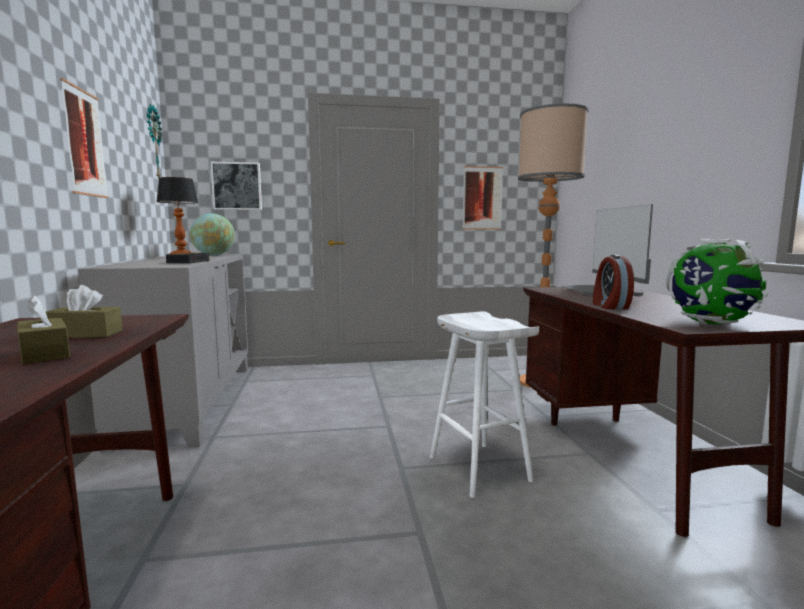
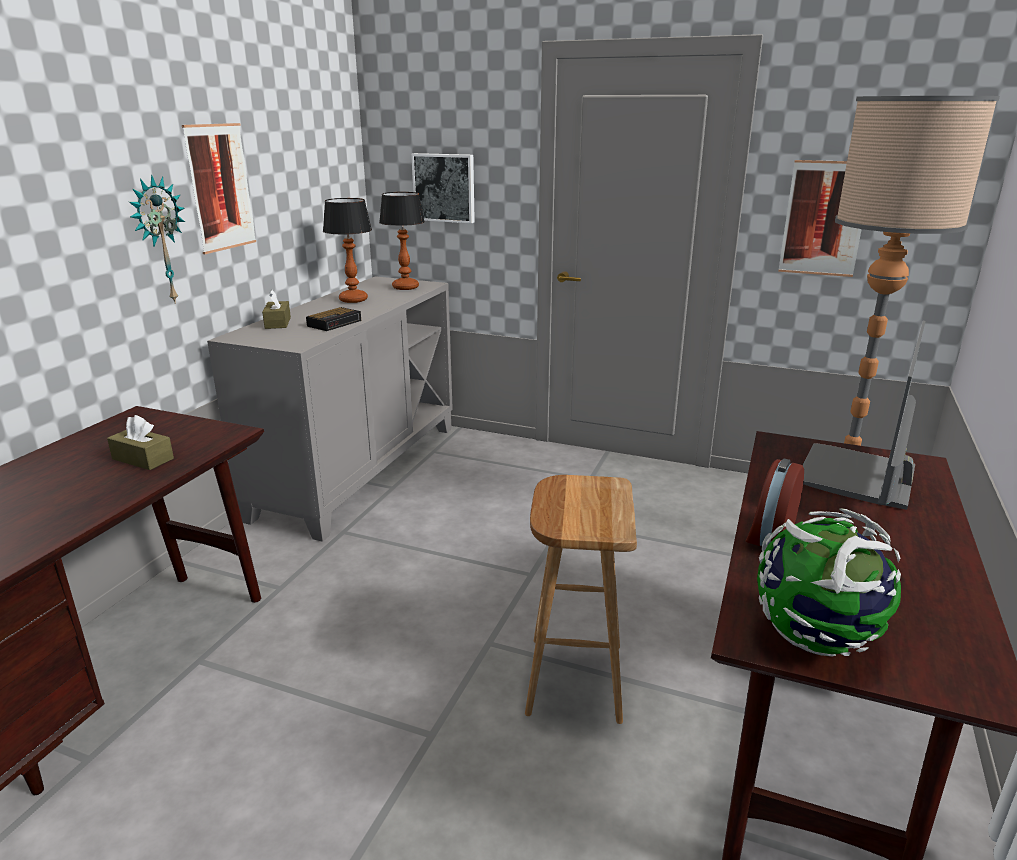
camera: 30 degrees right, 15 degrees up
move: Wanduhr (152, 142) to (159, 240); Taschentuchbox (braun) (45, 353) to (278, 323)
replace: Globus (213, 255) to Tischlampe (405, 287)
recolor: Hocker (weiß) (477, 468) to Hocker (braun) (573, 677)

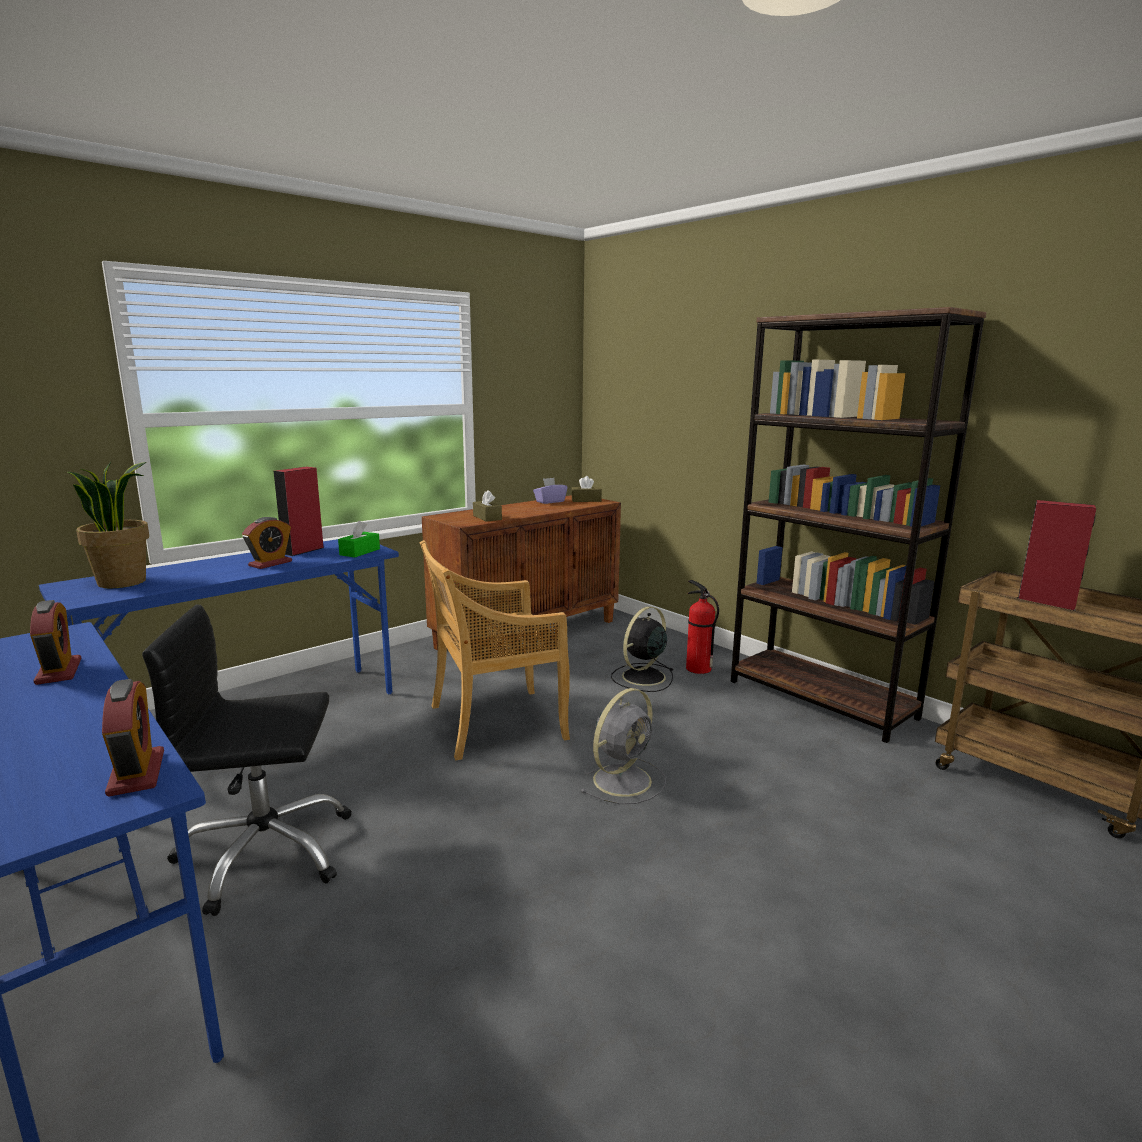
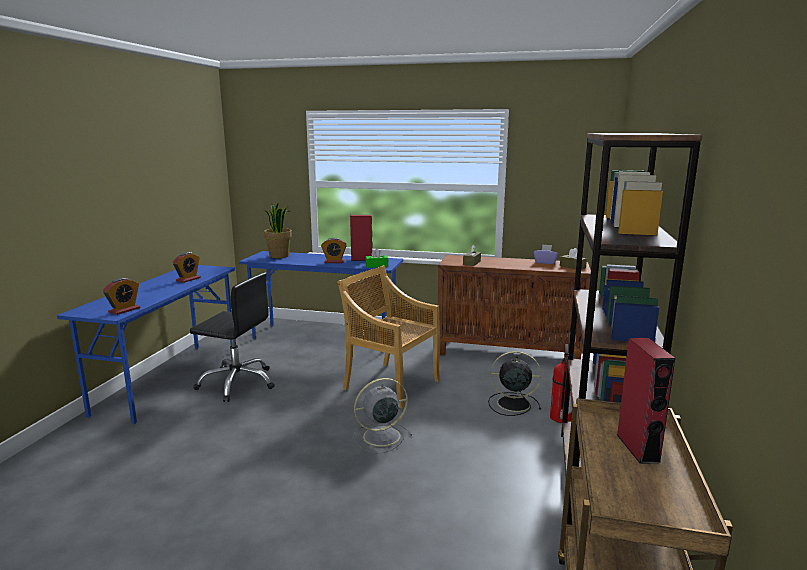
camera: 55 degrees right, 0 degrees up
rotate: Bürostuhl (schwarz) (265, 853) = (237, 383) 150 degrees clockwise; Ventilator (grau) (624, 779) = (380, 437) 150 degrees clockwise

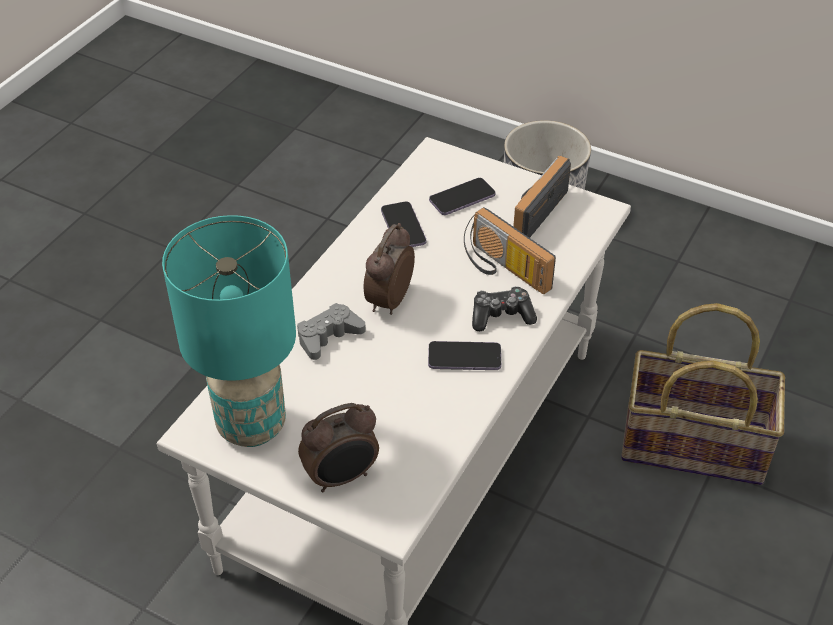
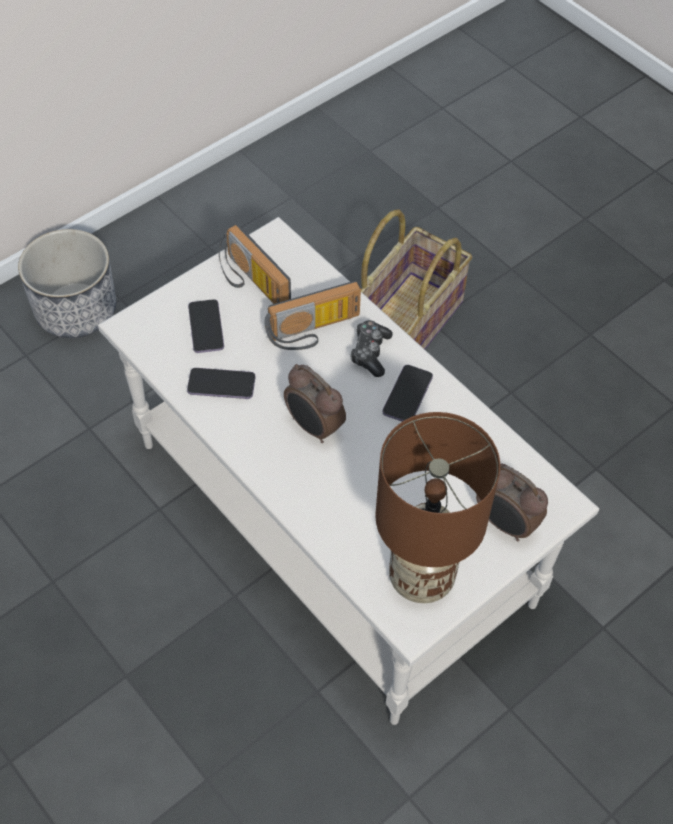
camera: 70 degrees left, 10 degrees up
delete: Gamepad (grau) (328, 336)
recolor: Tischlampe (türkis) (253, 425) to Tischlampe (braun) (422, 576)
rotate: Wecker (342, 477) = (505, 524) 135 degrees clockwise

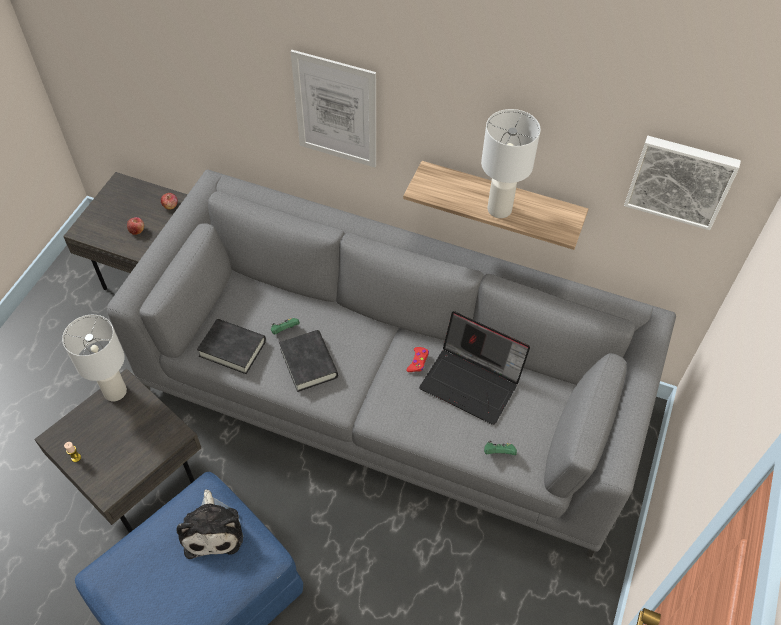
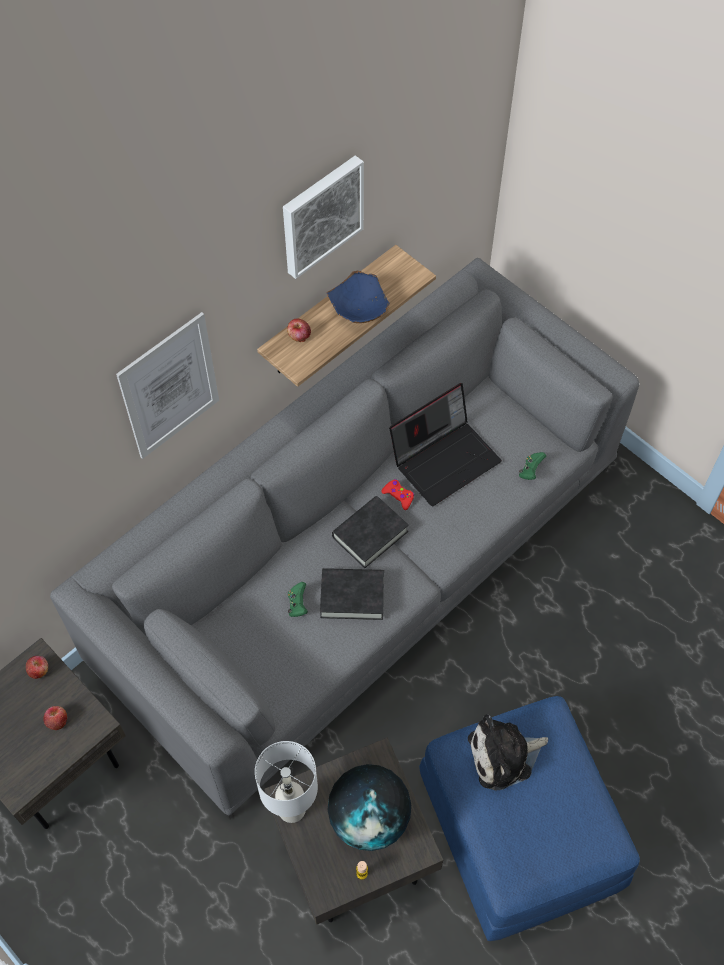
camera: 65 degrees left, 5 degrees up
insert: Apfel (299, 336); Globus (369, 818)
move: Bild (680, 180) to (320, 215); Buch (schwarz) (232, 349) to (370, 534)
replace: Tischlampe (weiß) (500, 209) to Schüssel (blau) (360, 311)
rotate: Plüschtier (212, 529) = (504, 756) 150 degrees clockwise

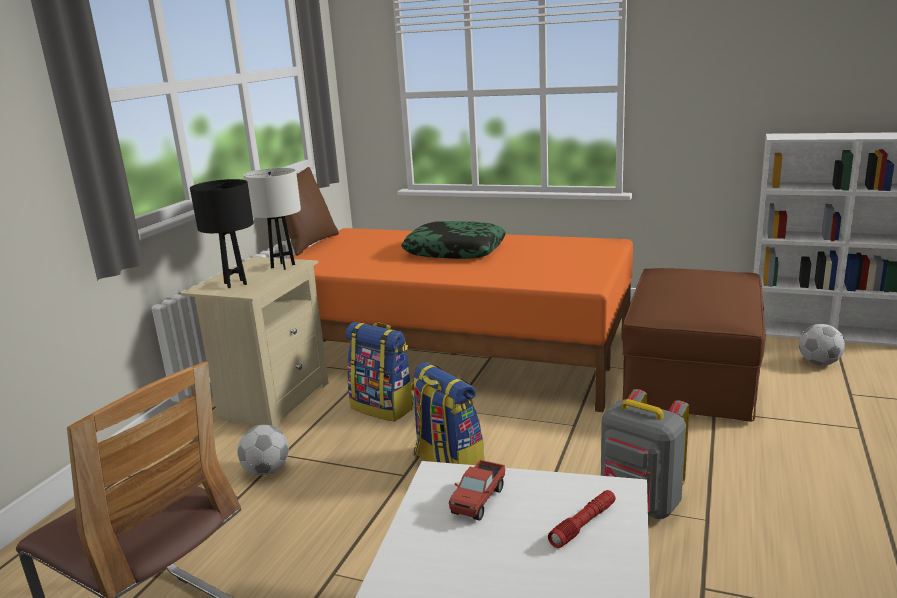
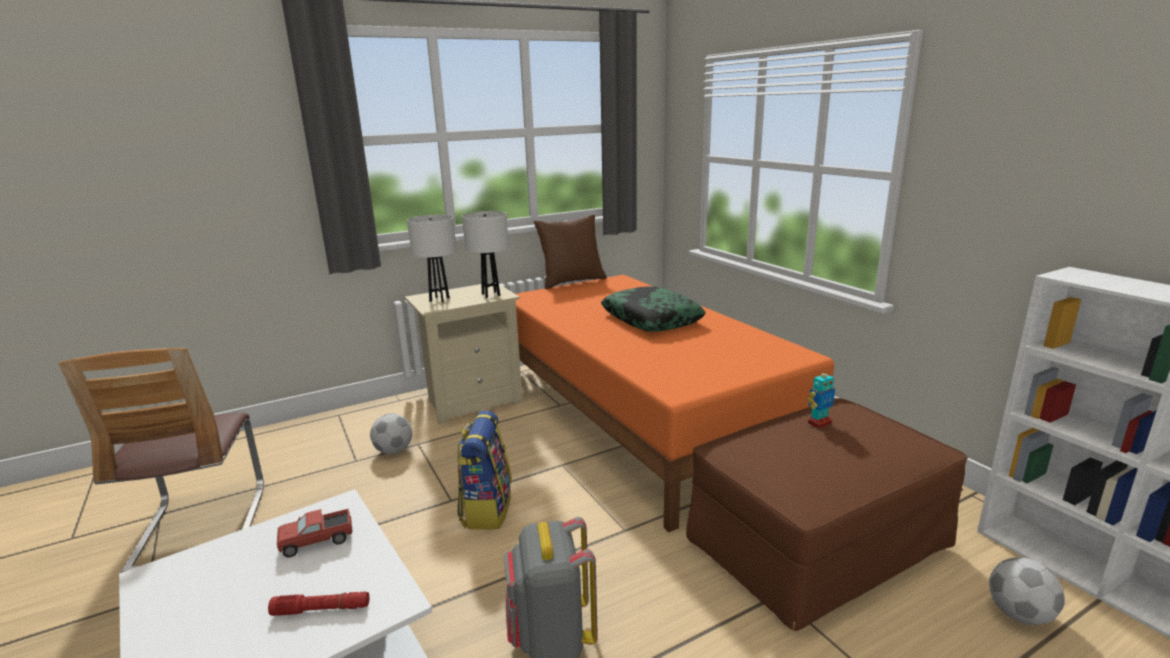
camera: 40 degrees right, 0 degrees up
delete: Rucksack (383, 407)
insert: Spielzeugroboter (819, 423)
recolor: Tischlampe (schwarz) (235, 284) to Tischlampe (weiß) (439, 299)

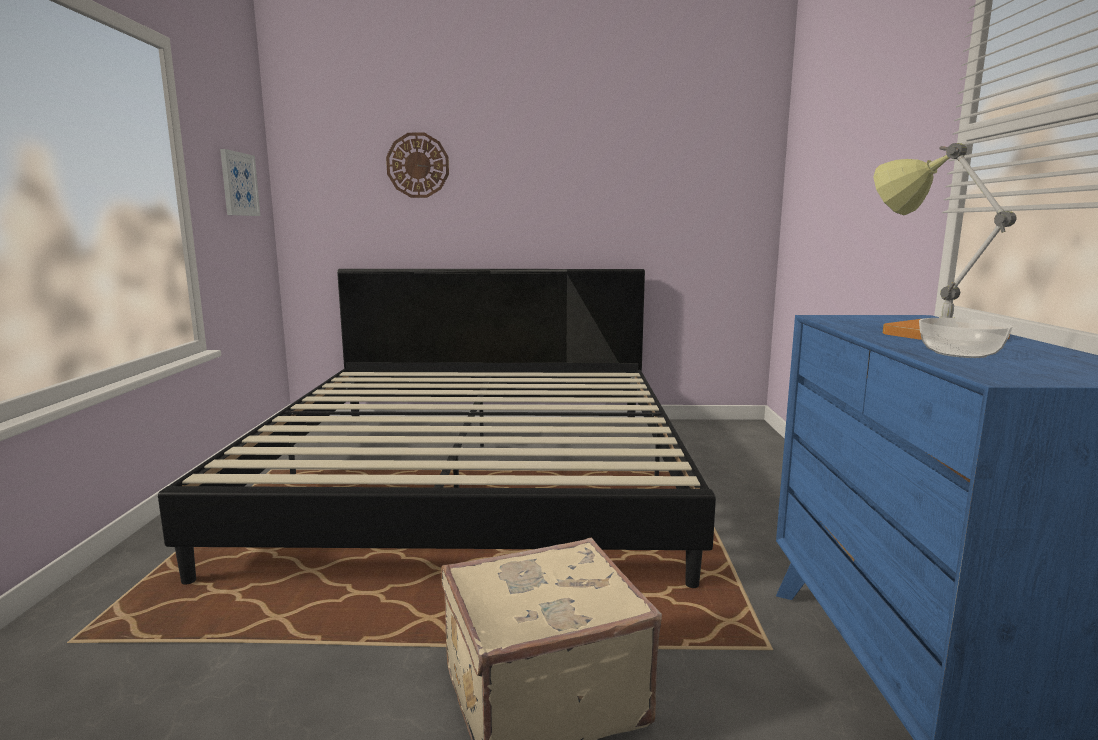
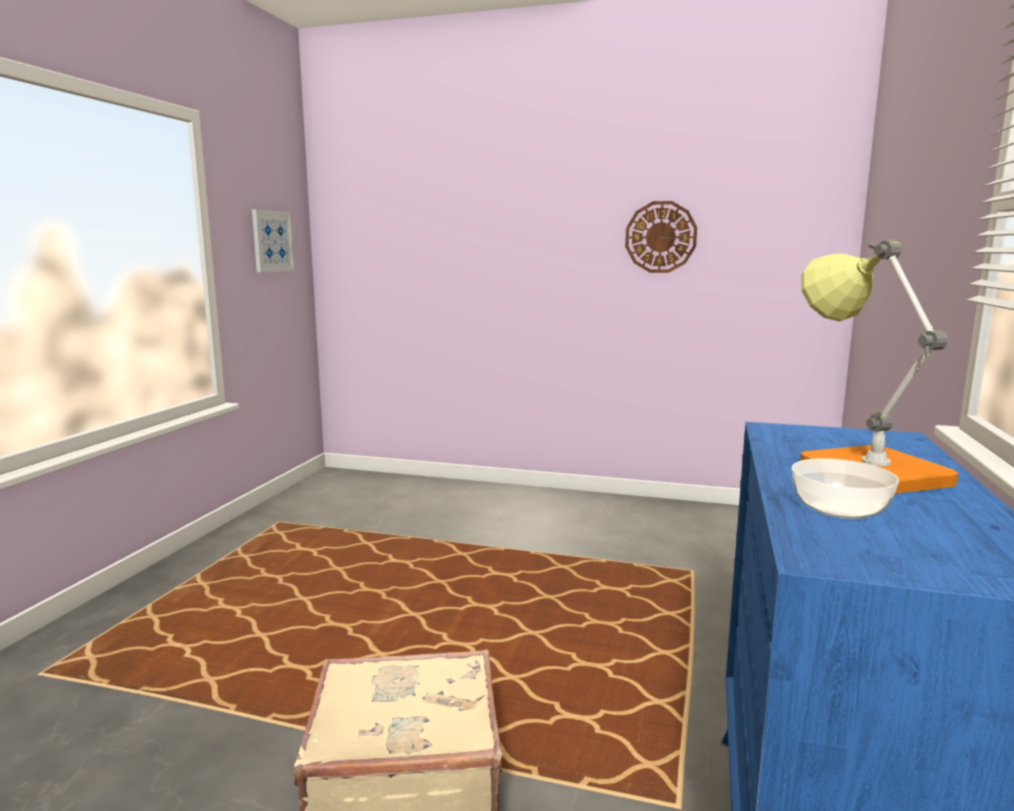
camera: 15 degrees right, 0 degrees up
delete: Bett (475, 478)
move: Wanduhr (418, 165) to (660, 237)

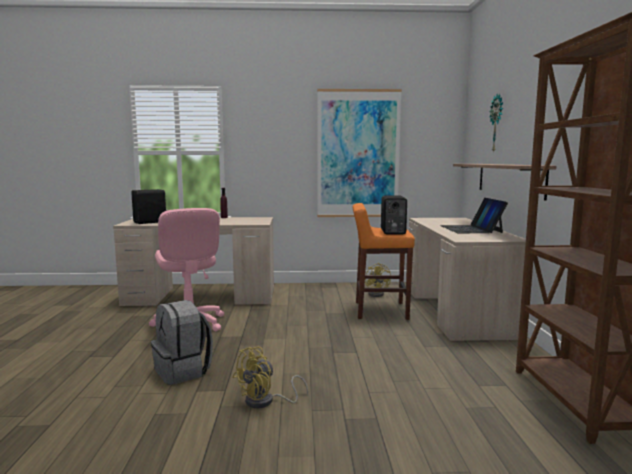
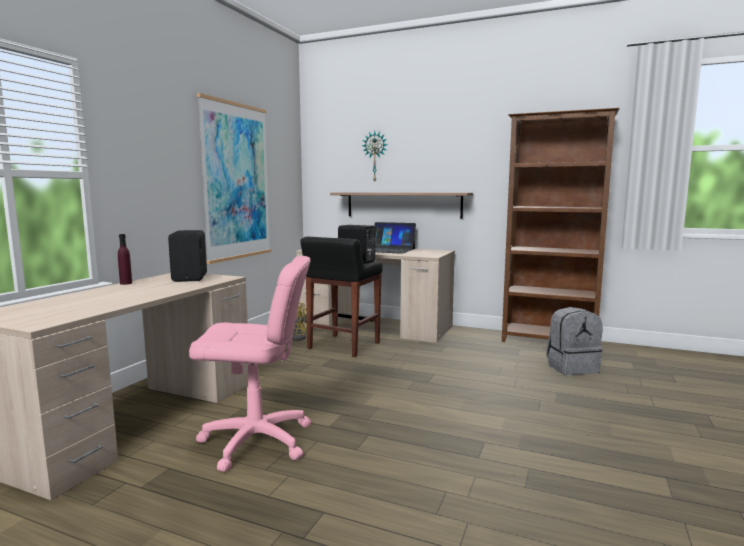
camera: 65 degrees left, 0 degrees up
delete: Ventilator (gelb) (265, 402)
move: Lautsprecher (schwarz) (150, 222) to (191, 278); Rucksack (grau) (183, 371) to (571, 367)
recolor: Hocker (orange) (379, 310) to Hocker (schwarz) (343, 346)

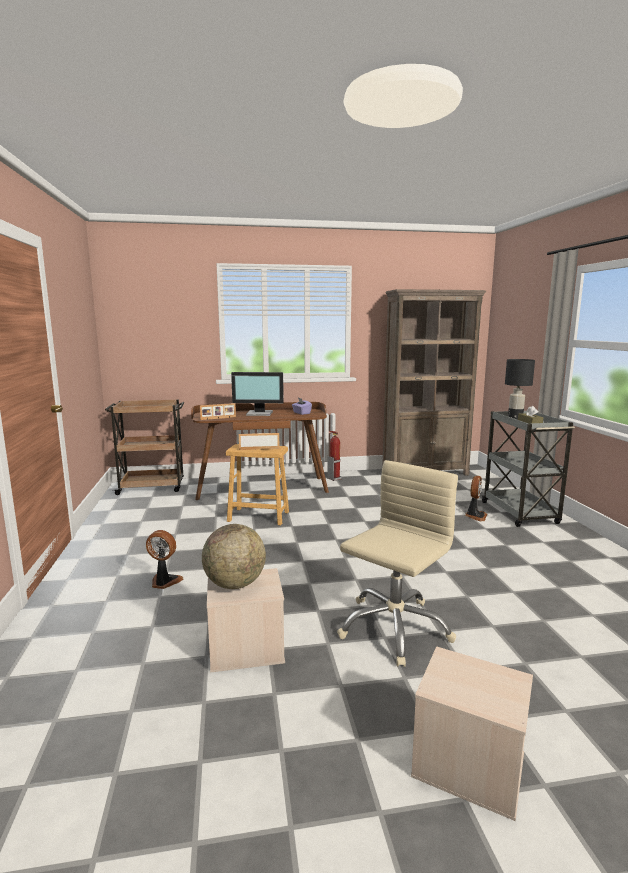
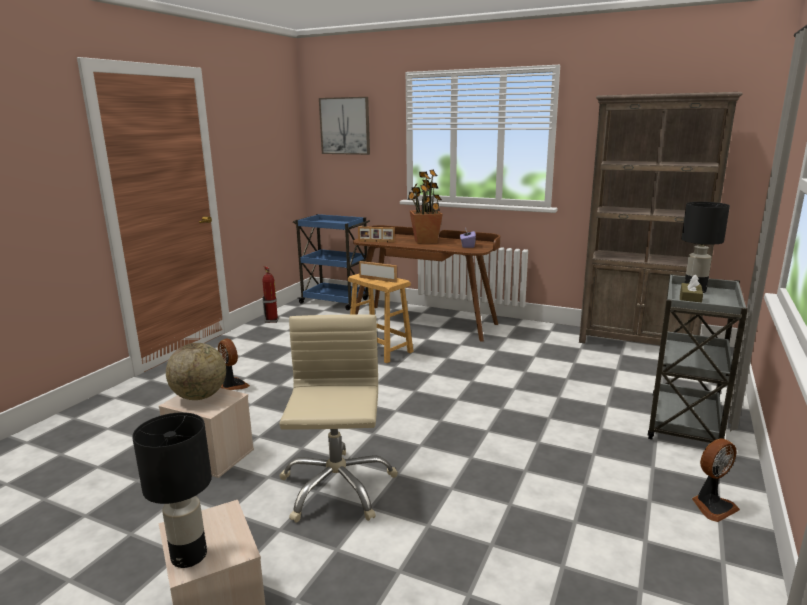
camera: 35 degrees right, 5 degrees up
insert: Tischlampe (schwarz) (189, 556); Bild (345, 126)
move: Feuerlöscher (334, 478) to (272, 320); Ventilator (475, 516) to (712, 506)
replace: Monitor (260, 413) to Topfpflanze (425, 241)
recolor: Rollwagen (braun) (152, 487) to Rollwagen (blau) (335, 301)
rotate: Bürostuhl (beige) (394, 627) = (336, 487) 75 degrees counterclockwise

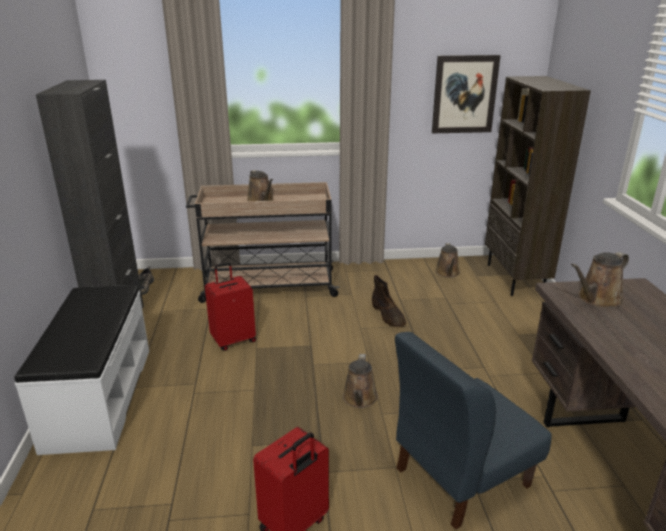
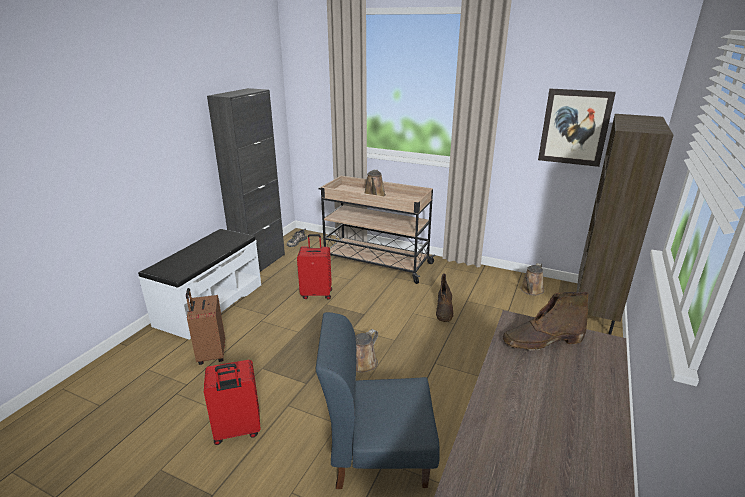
camera: 30 degrees right, 0 degrees up
insert: Koffer (braun) (211, 354)
replace: Gießkanne (braun) (597, 299) to Stiefel (braun) (542, 341)

